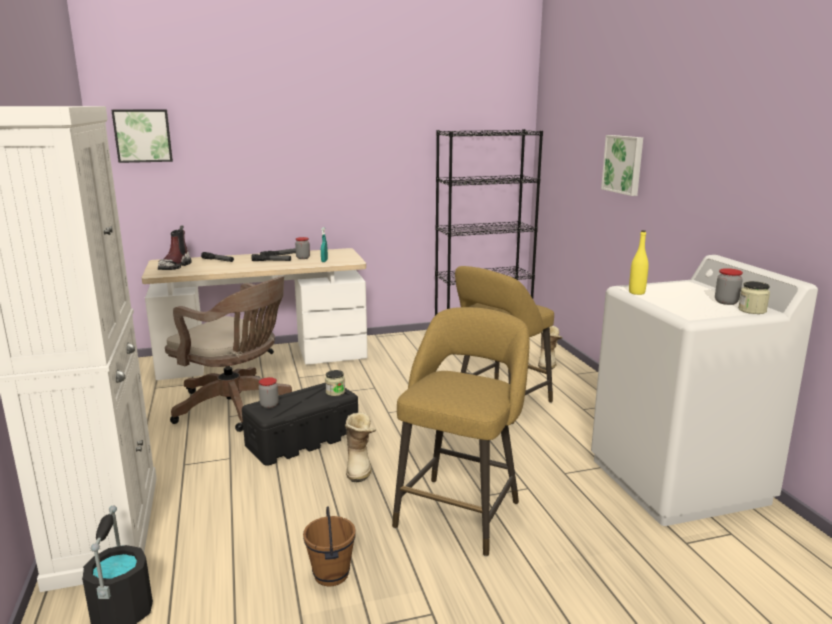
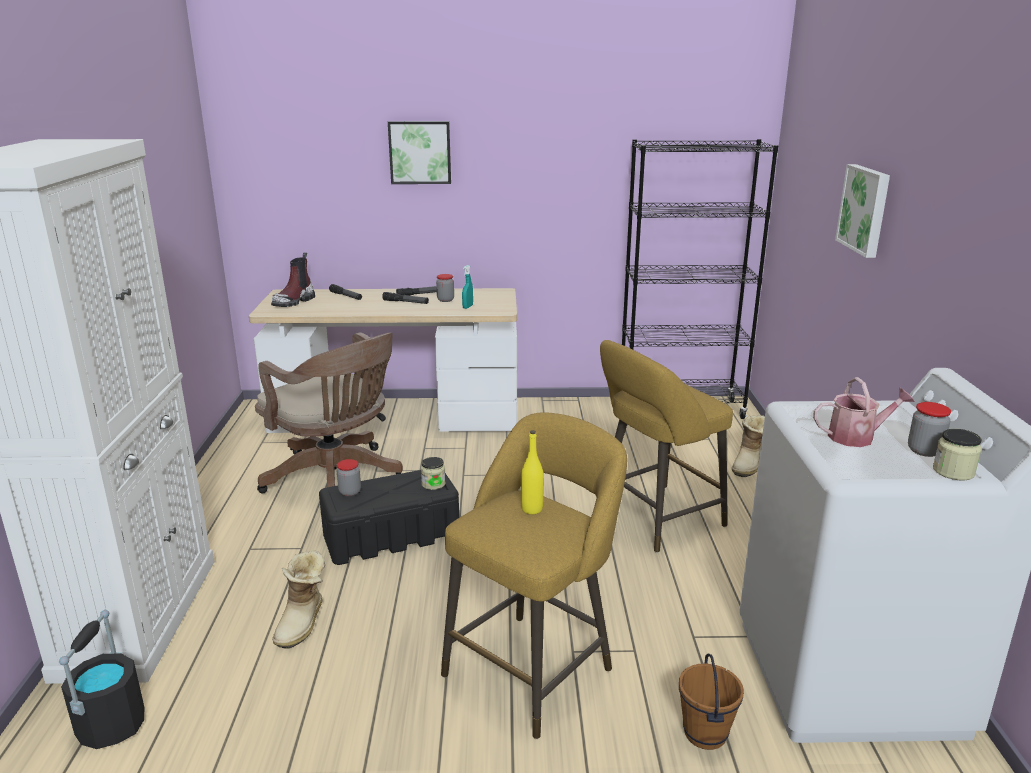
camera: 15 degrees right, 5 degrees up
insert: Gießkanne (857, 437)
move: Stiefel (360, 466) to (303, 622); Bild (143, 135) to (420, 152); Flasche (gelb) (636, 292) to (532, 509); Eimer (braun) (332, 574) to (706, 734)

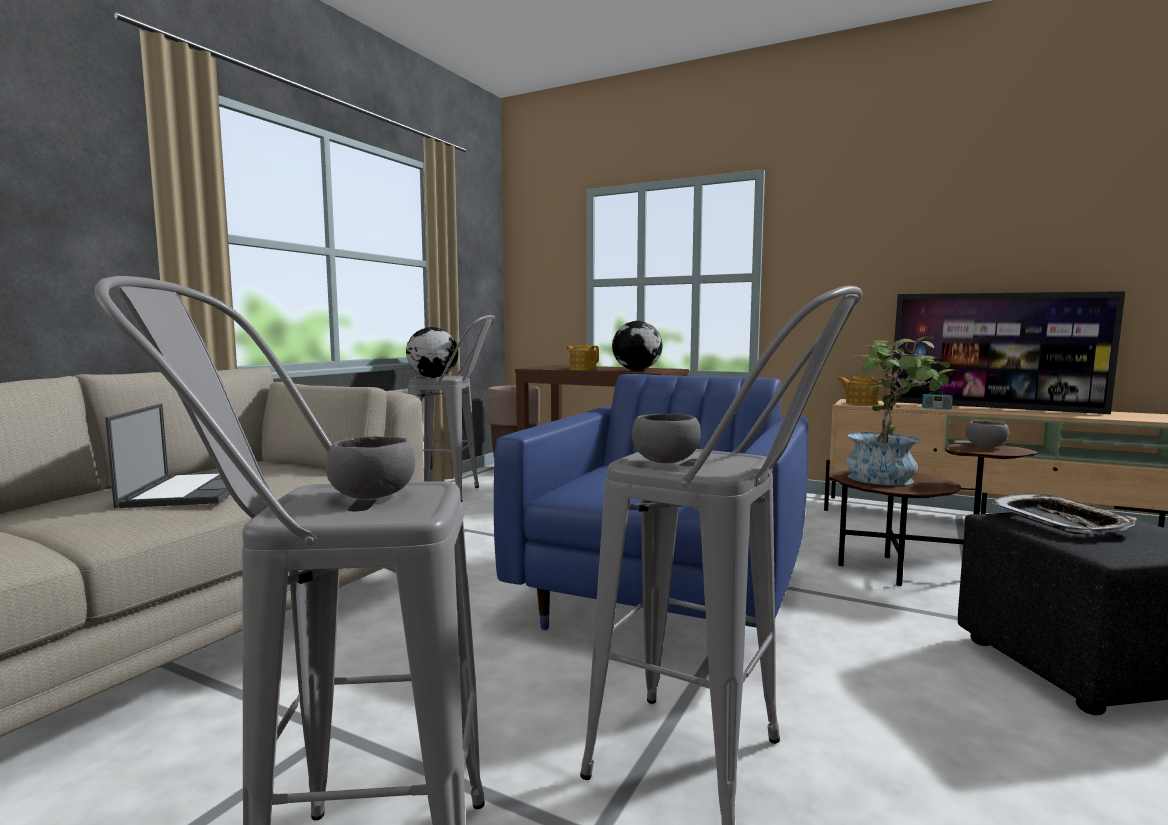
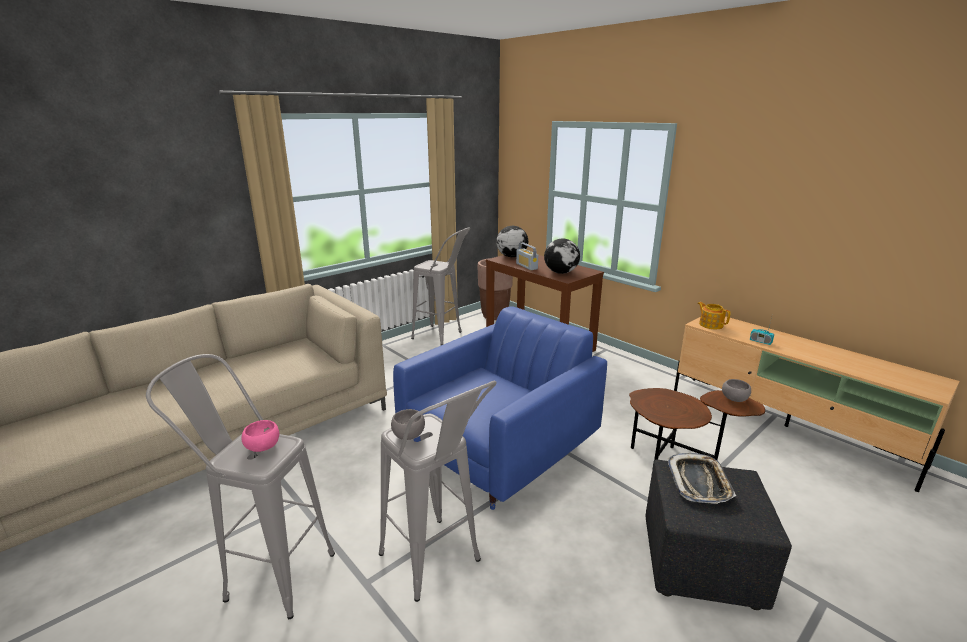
camera: 20 degrees right, 15 degrees up
delete: Laptop (190, 490); Topfpflanze (891, 479); Fernseher (993, 408)
move: Globus (432, 377) to (511, 256)
replace: Teekanne (582, 369) to Radio (526, 266)
recolor: Schüssel (grau) (375, 496) to Schüssel (rosa) (264, 447)

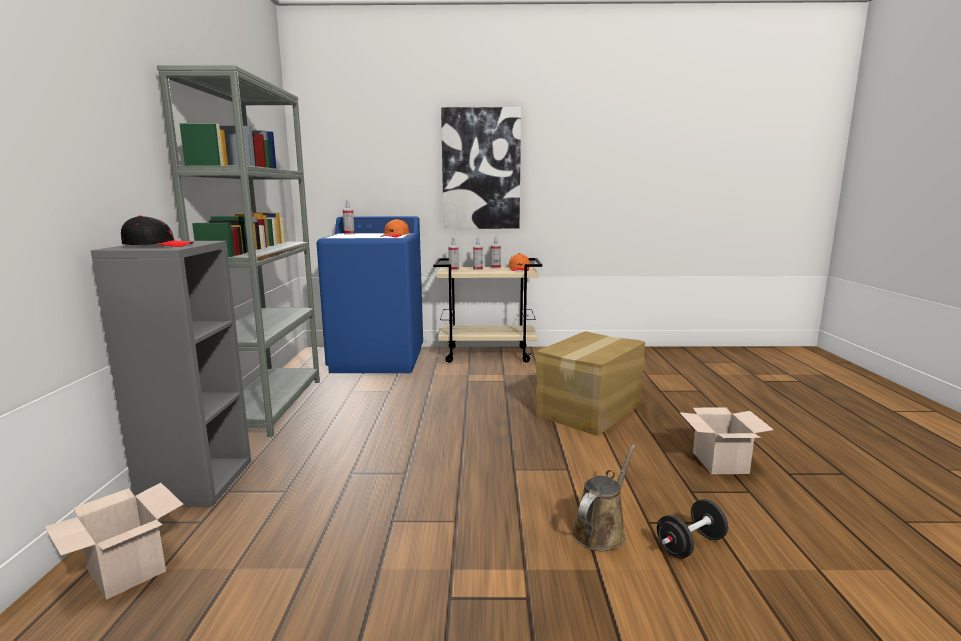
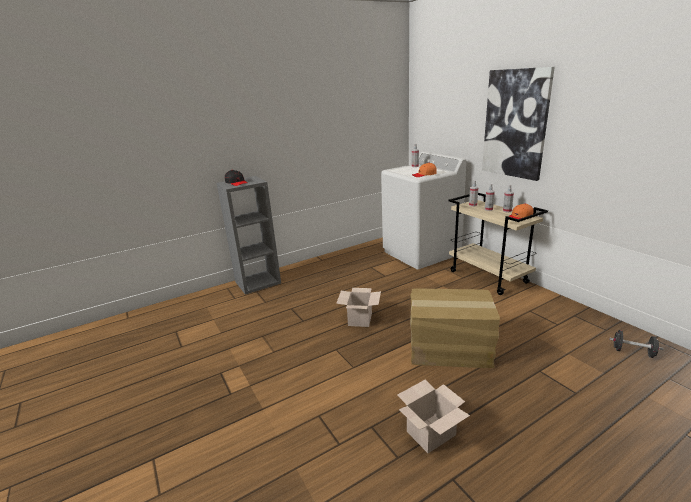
camera: 60 degrees right, 10 degrees up
delete: Bücherregal (grau) (270, 405); Gießkanne (braun) (601, 531)
move: Karton (124, 570) to (359, 318); Hantel (schwarz) (690, 545) to (633, 352)
recolor: Waschmaschine (blau) (378, 360) to Waschmaschine (weiß) (421, 253)

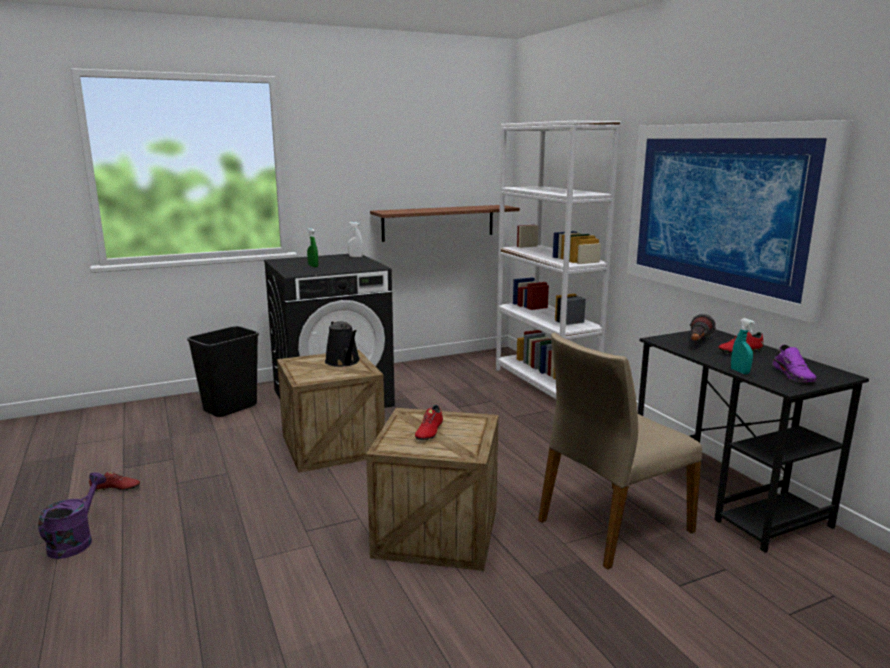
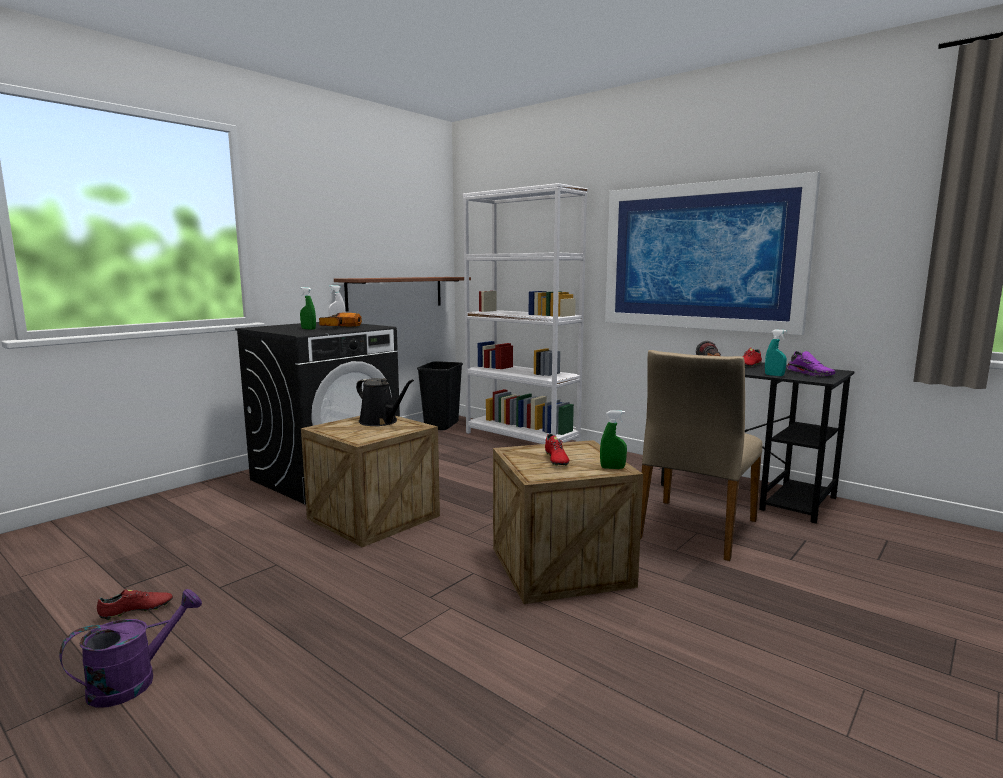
camera: 25 degrees left, 5 degrees down
insert: Bohrmaschine (335, 327); Sprühflasche (grün) (612, 468)
move: Mülleimer (schwarz) (230, 408) to (441, 425)
rotate: Gießkanne (lila) (75, 541) = (134, 681) 60 degrees clockwise

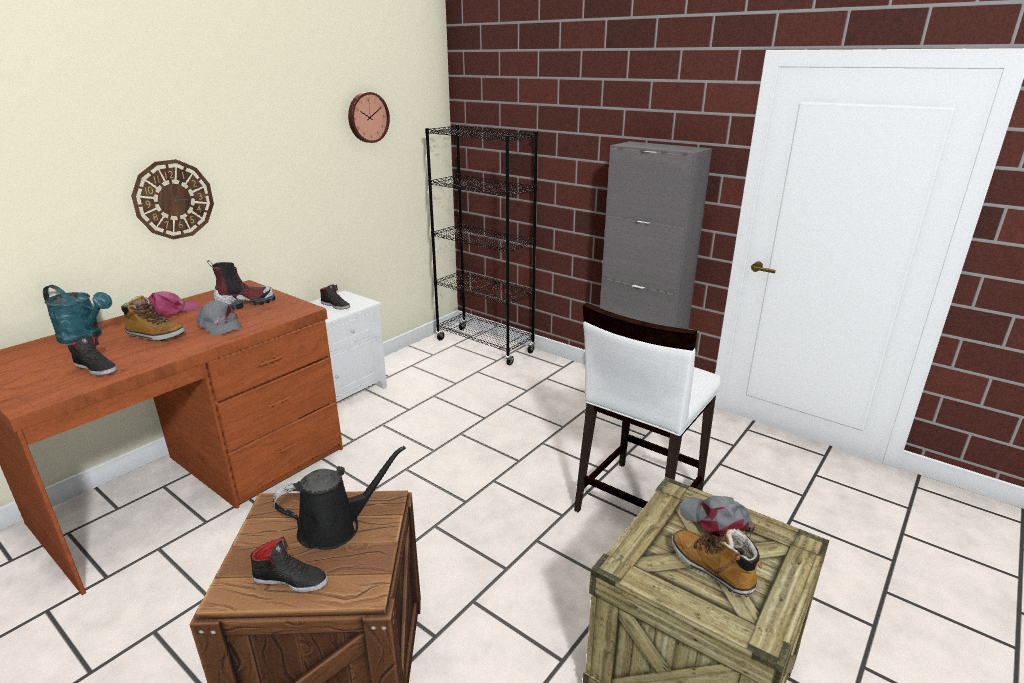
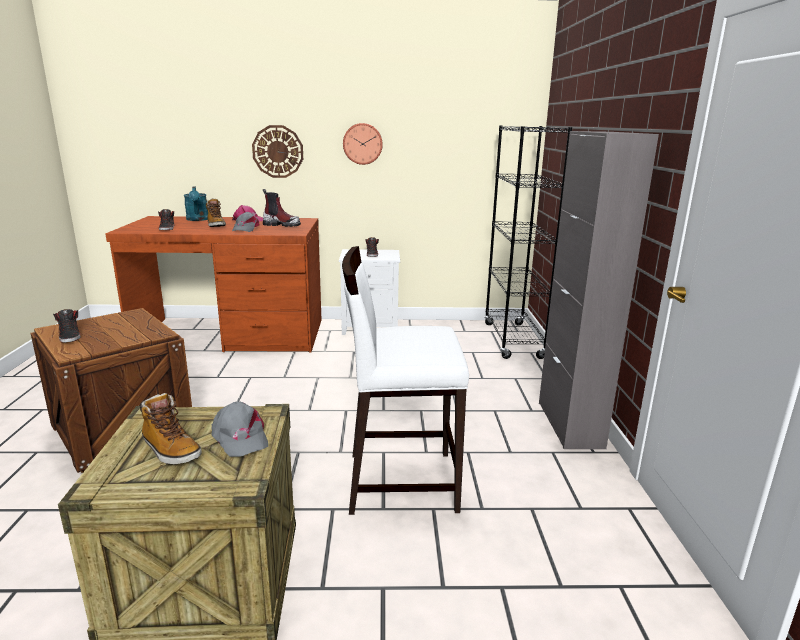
camera: 50 degrees right, 5 degrees down
delete: Gießkanne (schwarz) (335, 527)
move: Wanduhr (367, 117) to (362, 144)
rotate: Stiefel (712, 569) = (170, 450) 120 degrees clockwise; Kappe (grau) (716, 522) = (240, 437) 135 degrees clockwise

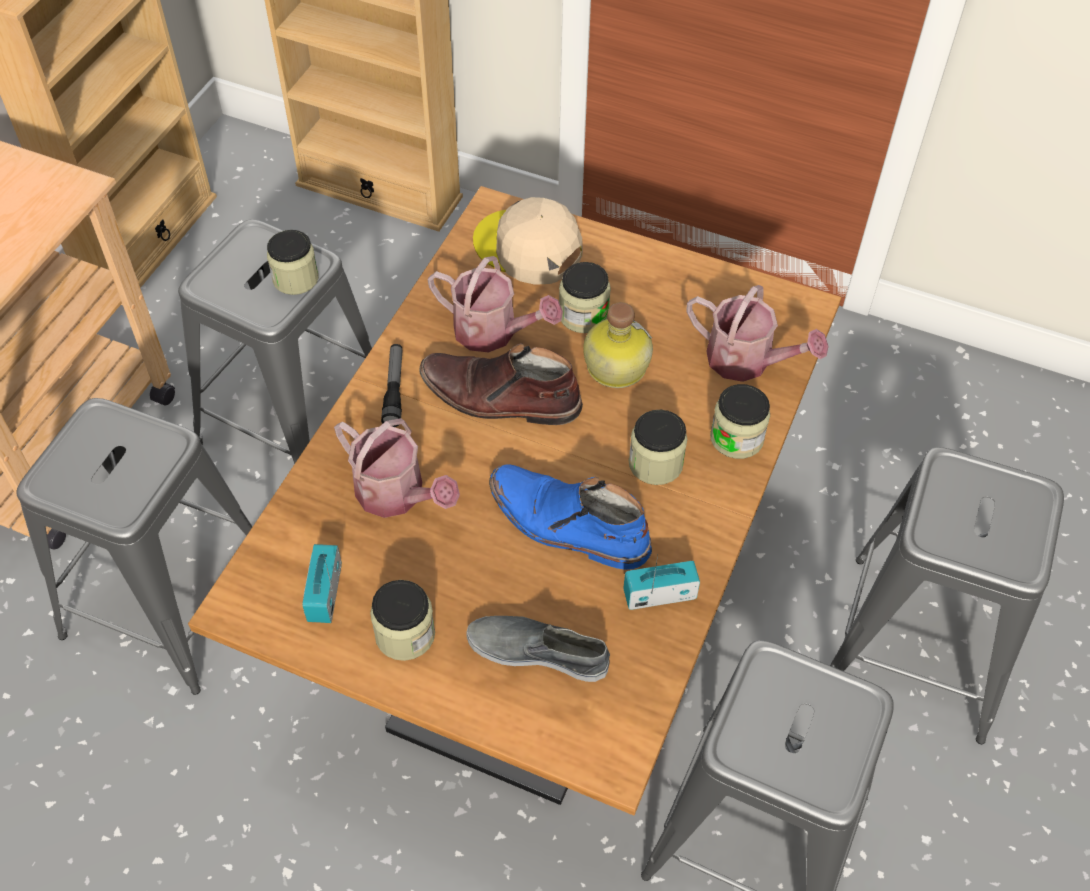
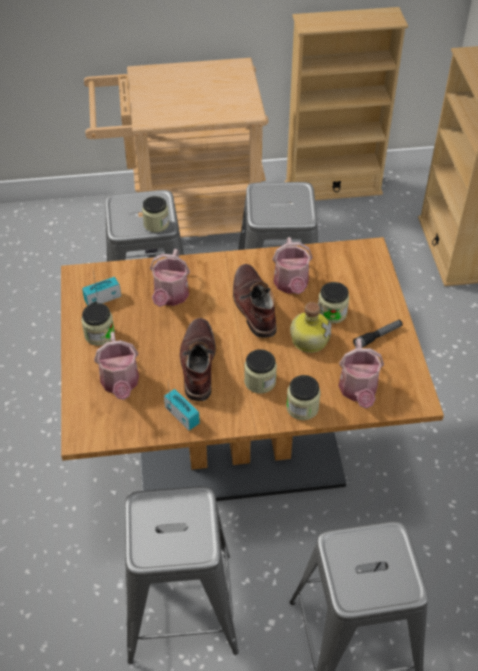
camera: 60 degrees right, 5 degrees down
delete: Kappe (beige) (528, 248)
move: Vorratsglas (295, 279) to (156, 224); Taschenlampe (394, 389) to (378, 337)
replace: Schuh (grau) (538, 651) to Gießkanne (120, 384)
recolor: Stiefel (blau) (567, 525) to Stiefel (braun) (197, 364)

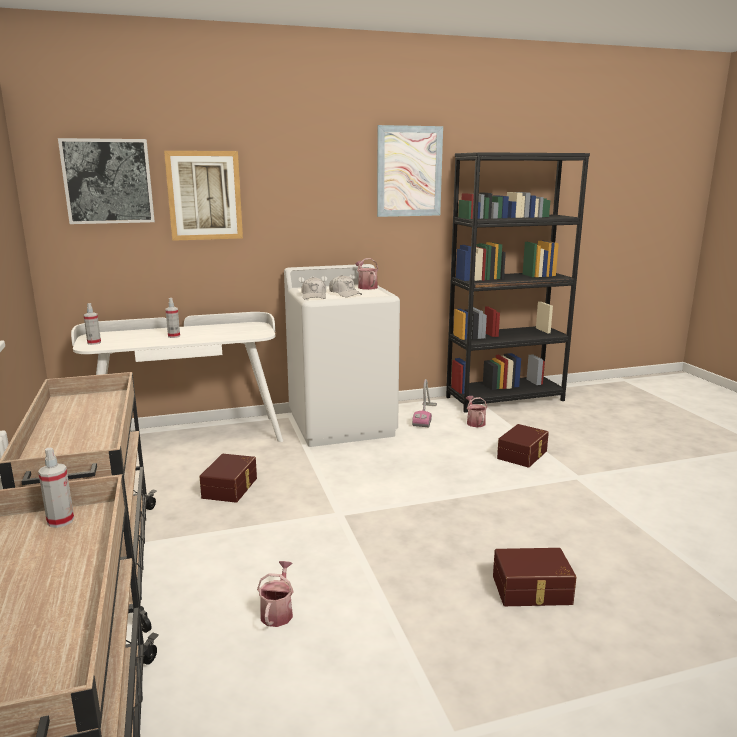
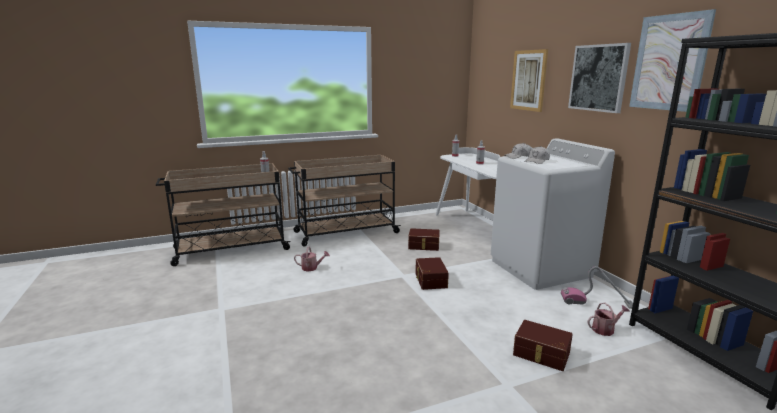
camera: 85 degrees right, 0 degrees up
delete: Gießkanne (366, 287)
move: Aufbewahrungsbox (braun) (532, 590) to (430, 280); Bild (108, 181) to (598, 78)

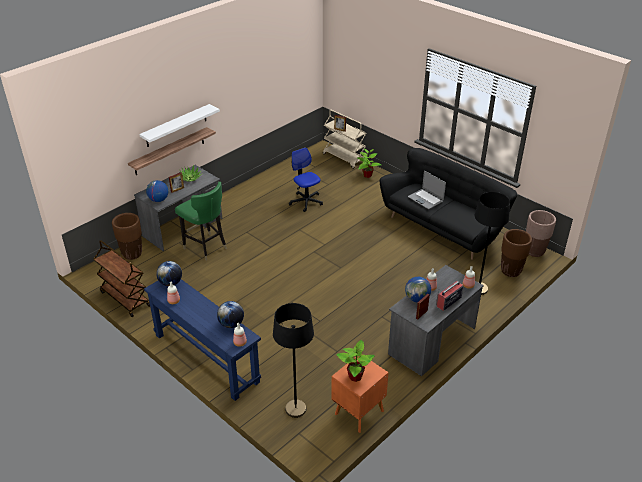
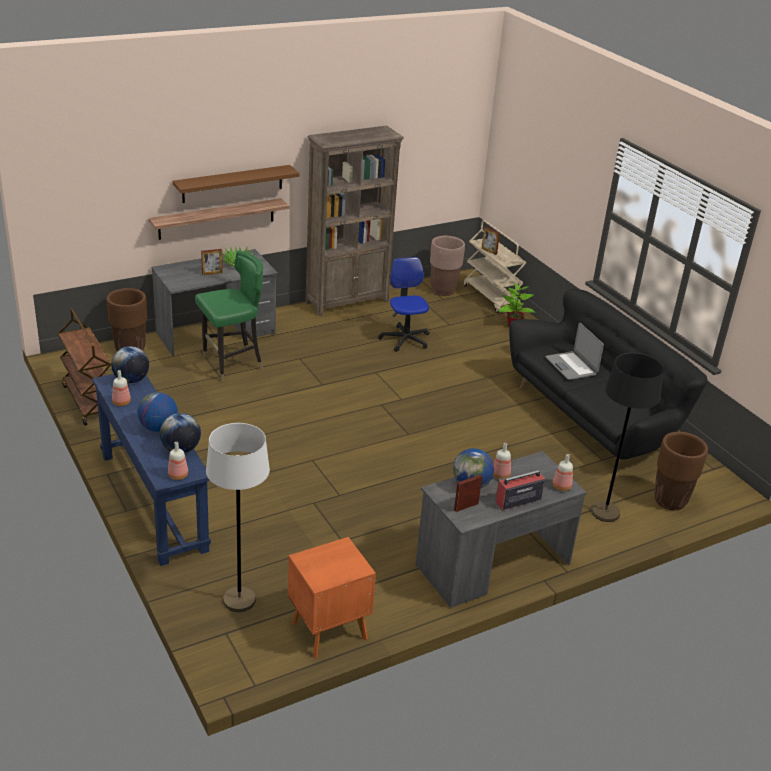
camera: 15 degrees right, 5 degrees down
delete: Topfpflanze (355, 376)
insert: Bücherregal (braun) (347, 301)
move: Globus (158, 200) to (158, 428); Pflanzkübel (braun) (534, 251) to (443, 290)
recolor: Wandregal (weiß) (176, 126) to Wandregal (braun) (232, 184); Stehlampe (schwarz) (295, 409) to Stehlampe (weiß) (239, 600)
rotate: Stuhl (grün) (205, 247) = (232, 364) 90 degrees counterclockwise

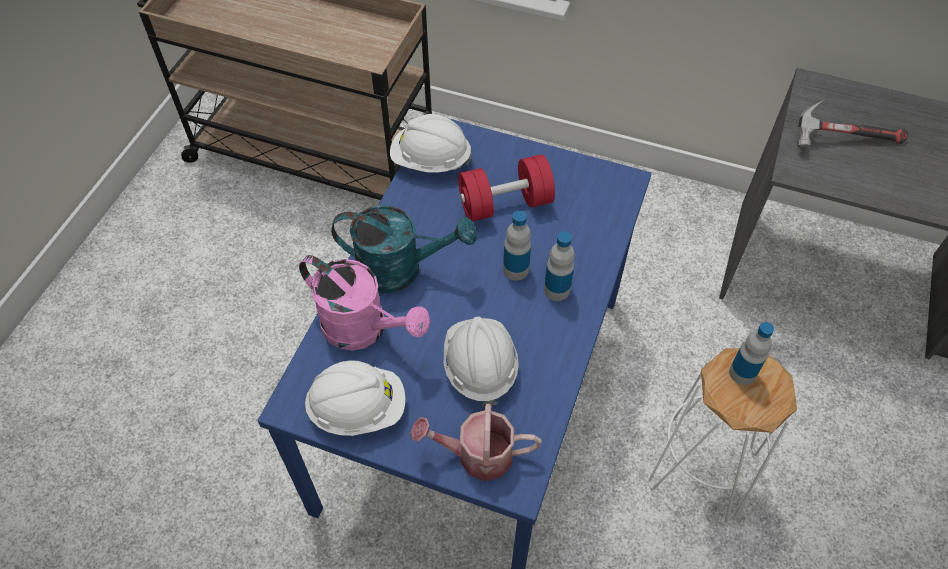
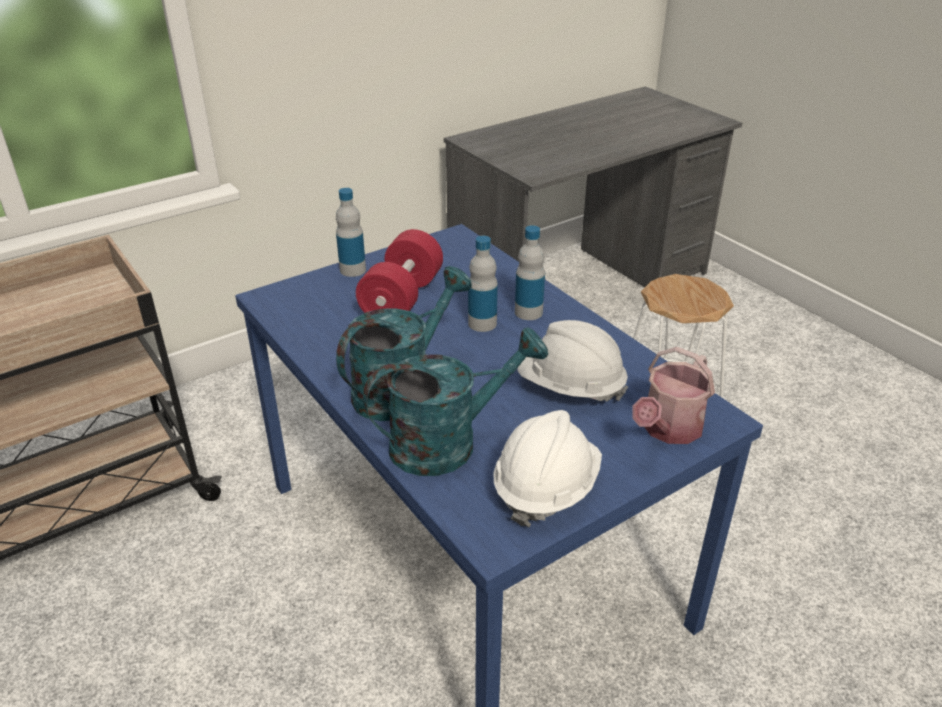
camera: 55 degrees left, 20 degrees down
delete: Schutzhelm (weiß) (430, 161); Hammer (843, 139)
move: Flasche (742, 373) to (353, 270)
recolor: Gießkanne (rosa) (364, 329) to Gießkanne (türkis) (448, 442)

